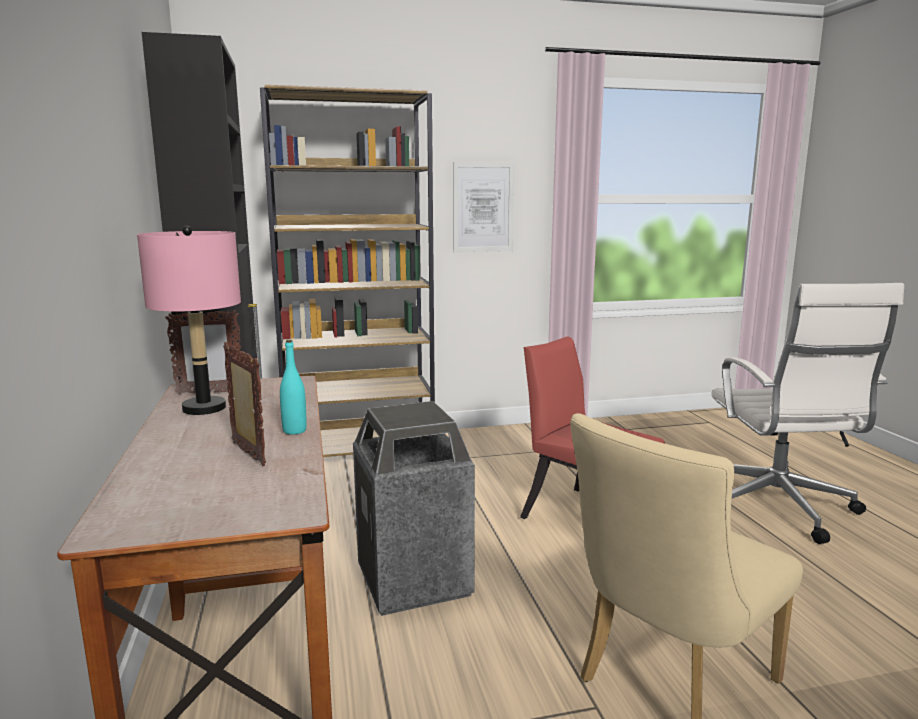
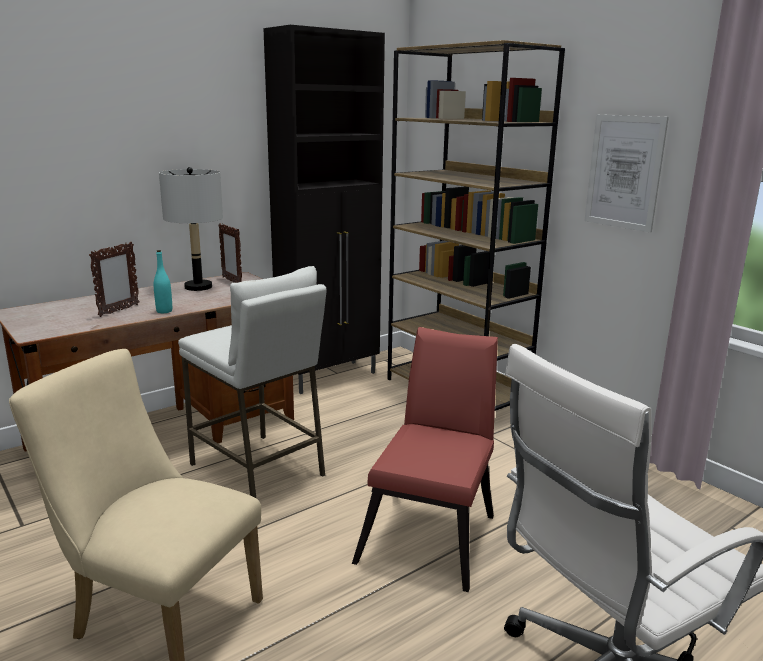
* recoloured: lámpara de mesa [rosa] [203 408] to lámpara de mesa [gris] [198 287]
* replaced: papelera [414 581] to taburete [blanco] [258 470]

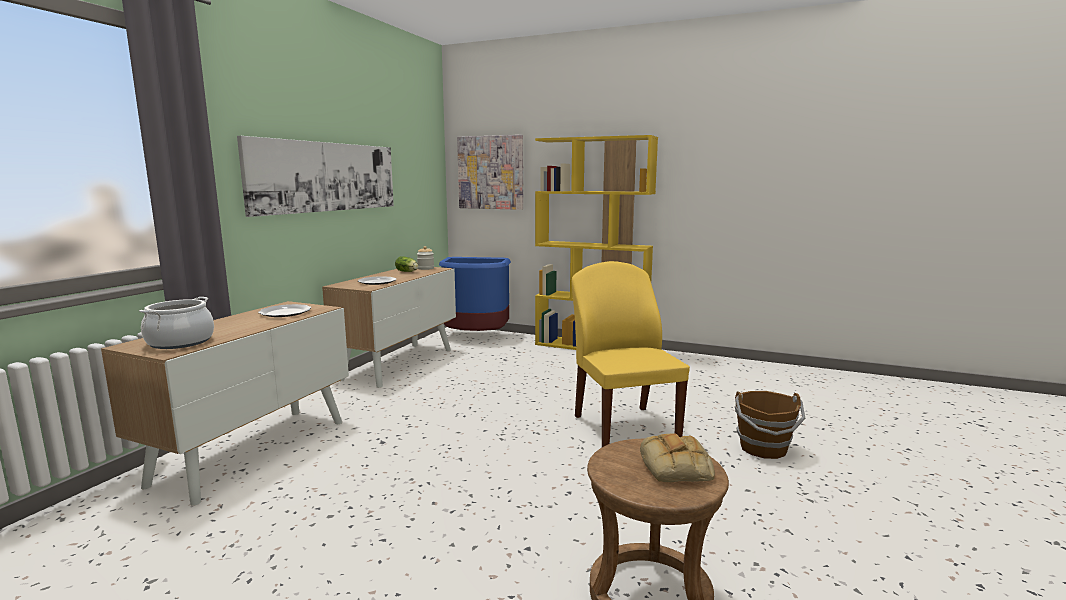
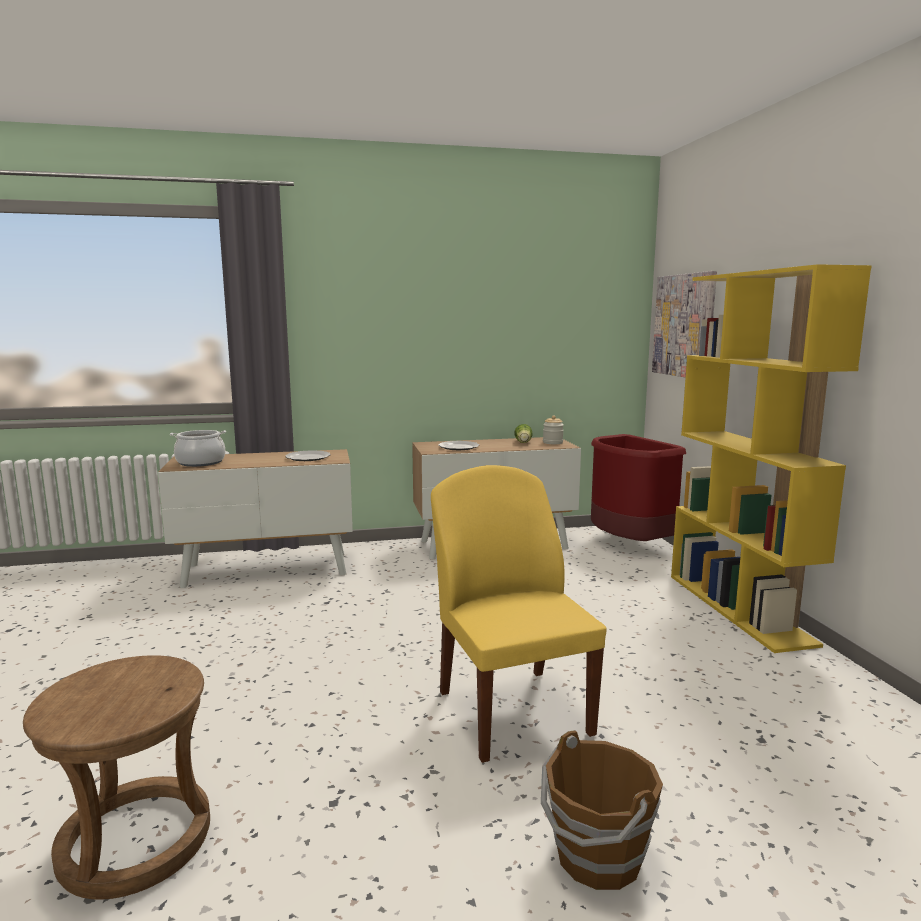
* turned: silla [amarillo] [624 427] = [512 710] 60 degrees counterclockwise
* recoloured: papelera [azul] [476 337] to papelera [rojo] [628 544]
* removed: cuadro [326 177]
* removed: pan [677 467]

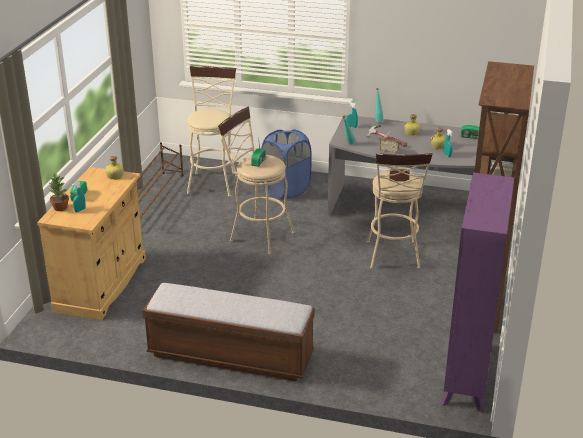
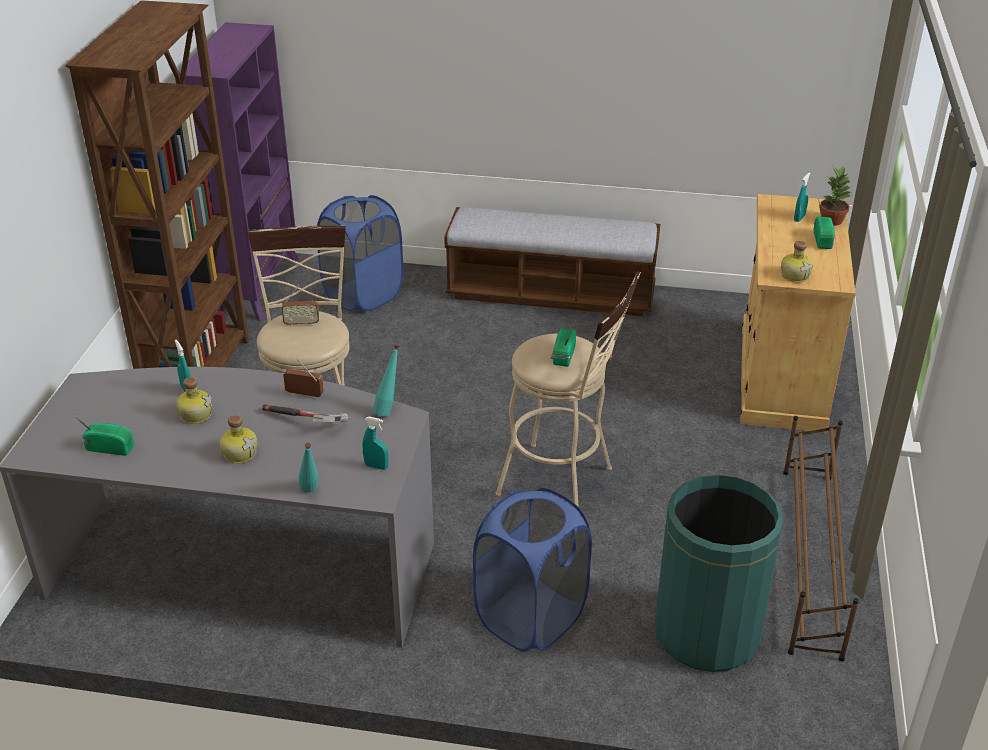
* added: cesto de la ropa [azul] [363 295]
* replaced: taburete [beis] [213 182] to papelera [verde] [707 633]

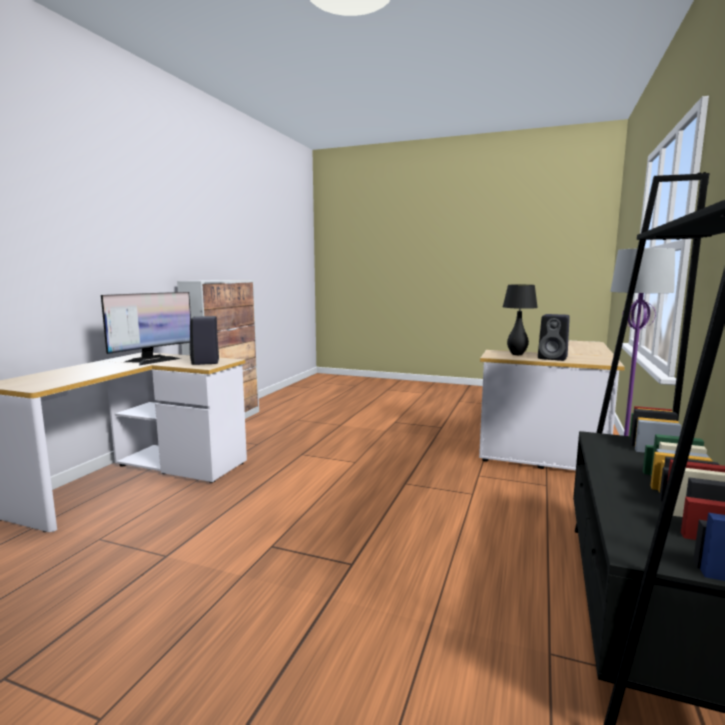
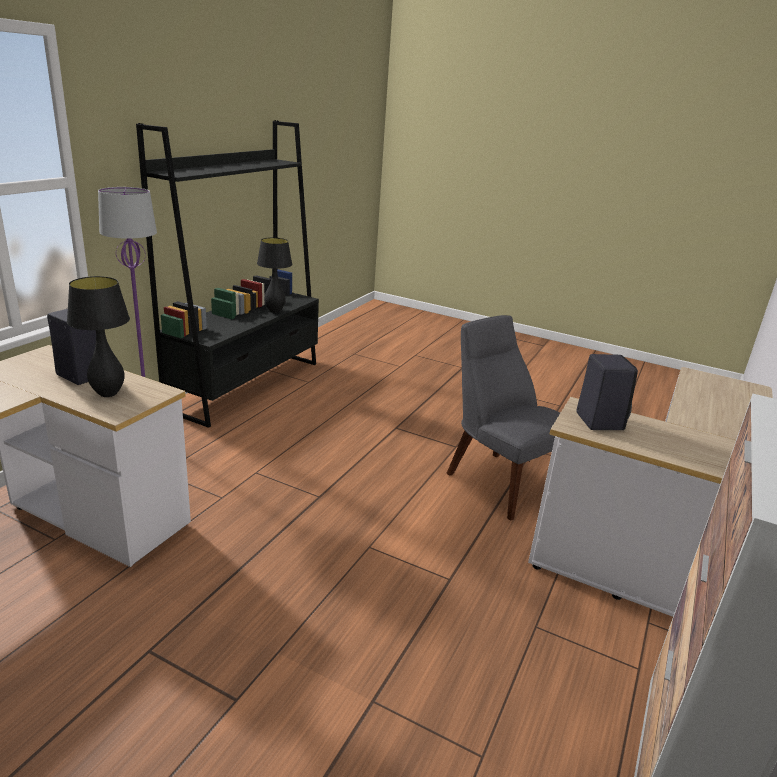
* added: lámpara de mesa [negro] [275 311]
* added: silla [gris] [499 481]
* removed: monitor [152 360]

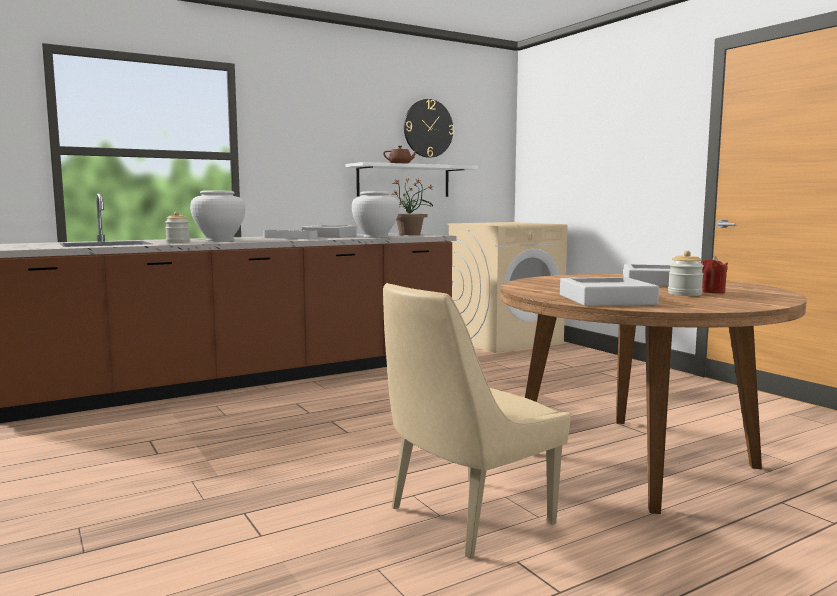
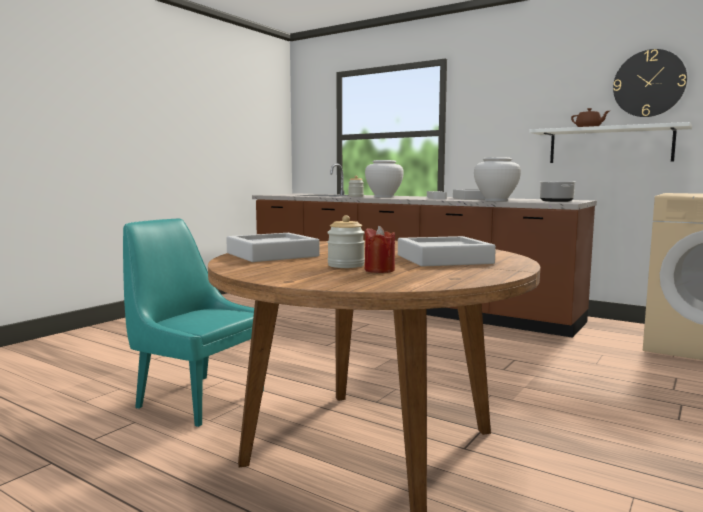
* recoloured: silla [beis] [465 517] to silla [turquesa] [197 398]
* replaced: planta en maceta [410 234] to olla [555 201]

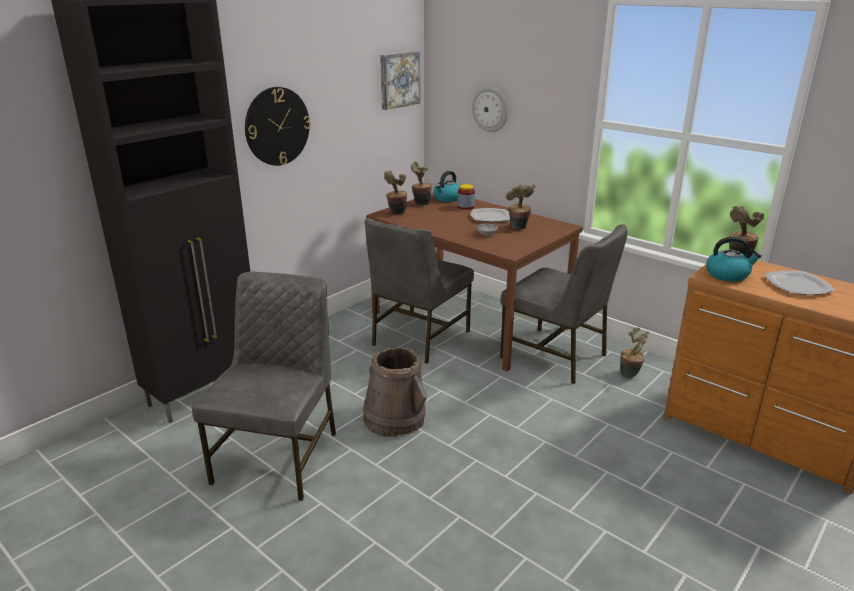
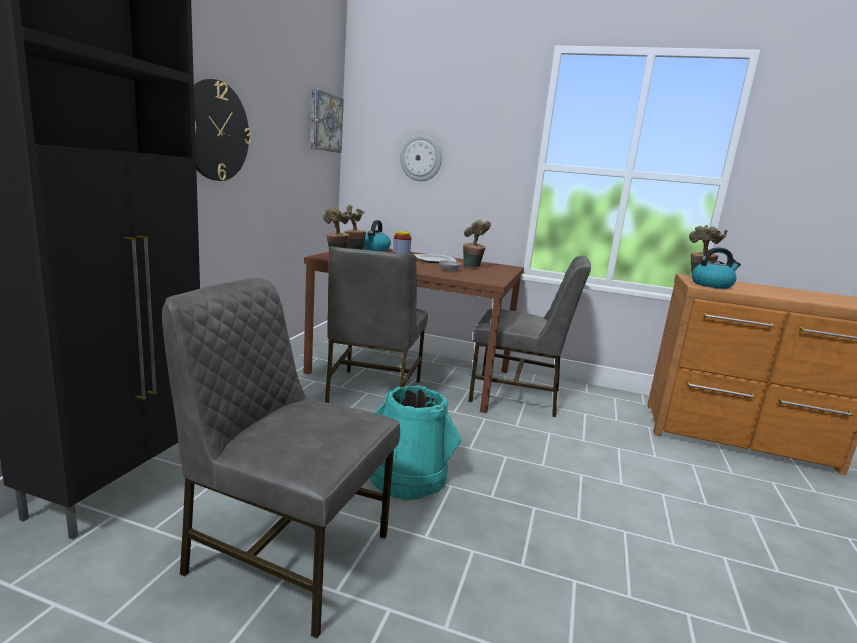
* turned: silla [gris] [279 456] = [286 554] 60 degrees counterclockwise
* recoloured: cubo [marrón] [395 418] to cubo [turquesa] [407 477]
* removed: planta en maceta [631 374]
* removed: plato [797 285]

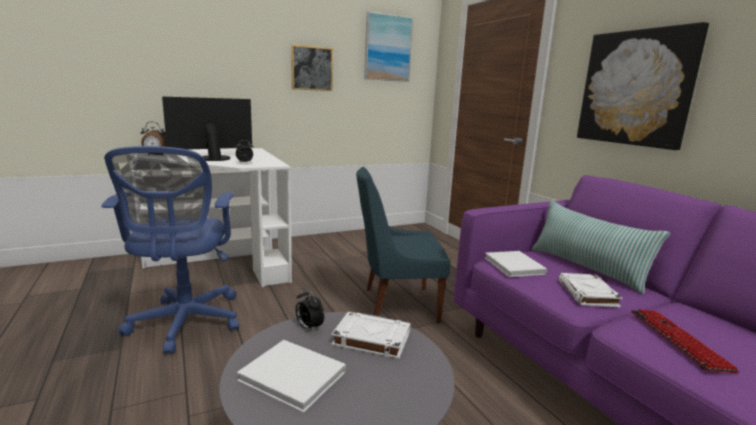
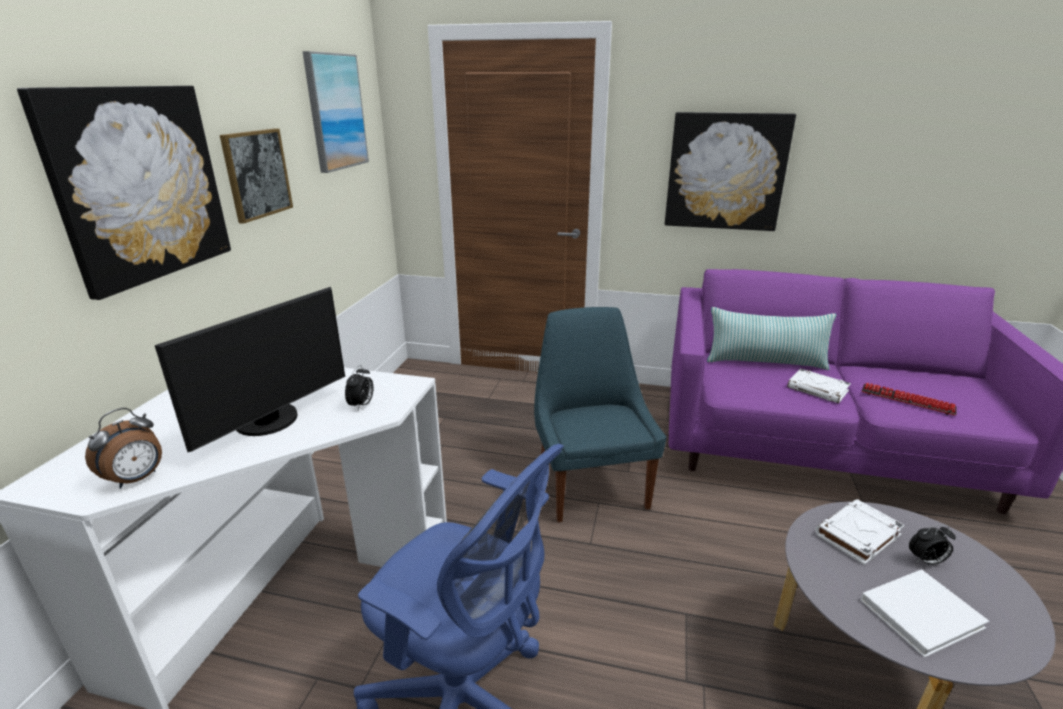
* added: cuadro [139 185]
* turned: monitor [214 158] = [271 421] 150 degrees counterclockwise
* turned: silla [azul] [396 305] = [590 485] 135 degrees clockwise
* moved: despertador [308 327] to [925 561]
* removed: libro [blanco] [515 266]

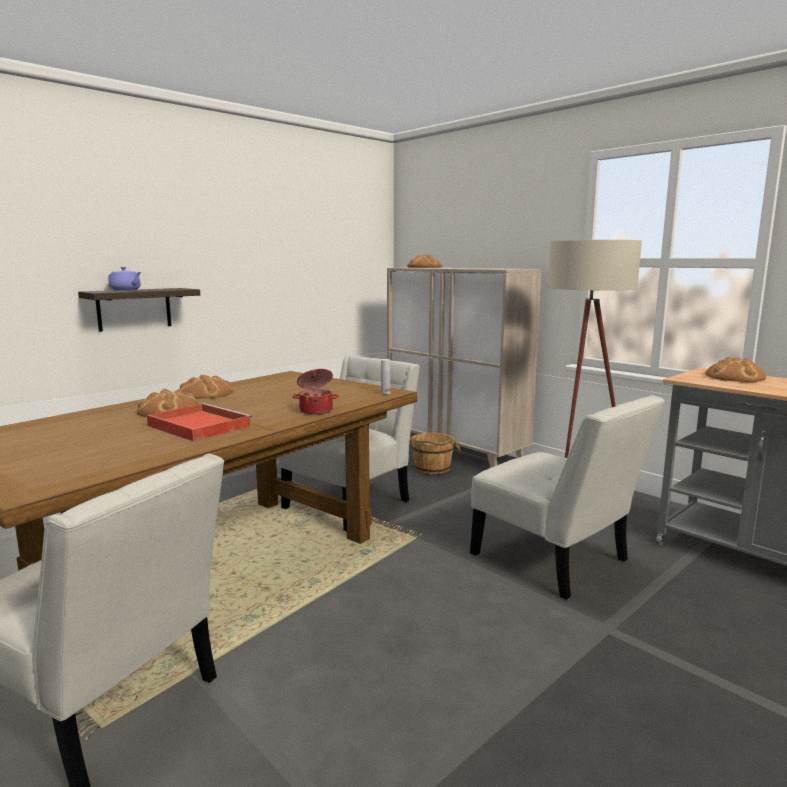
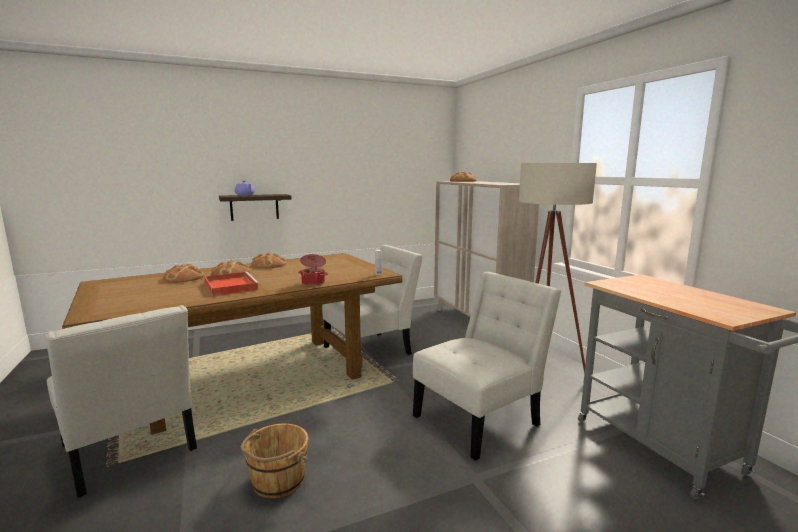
* moved: pan [734 377] to [184 278]
* moved: cubo [marrón] [432 468] to [277 481]
* turned: silla [blanco] [555 561] = [481 418] 105 degrees counterclockwise

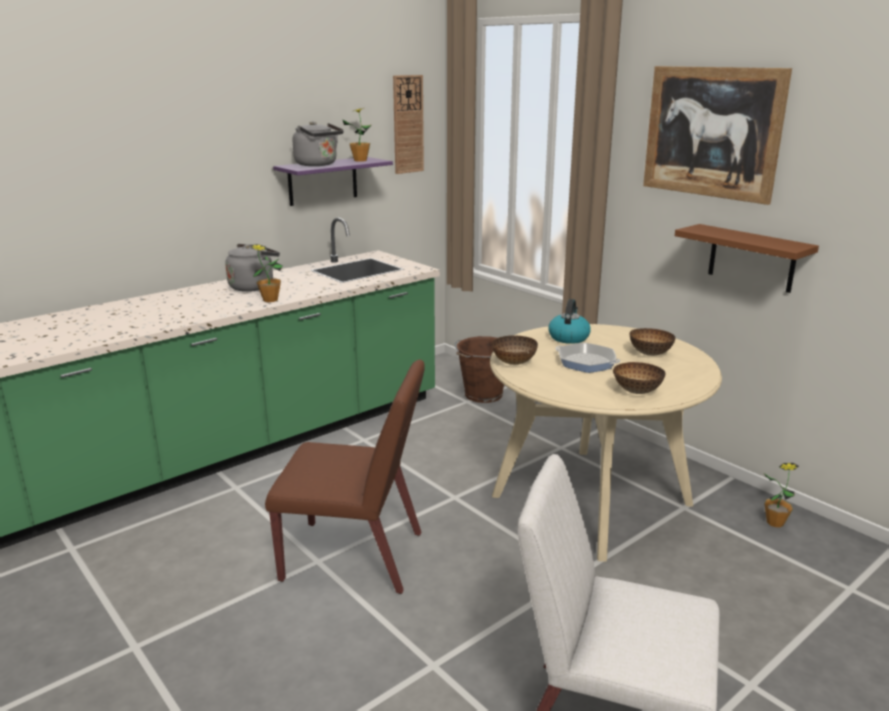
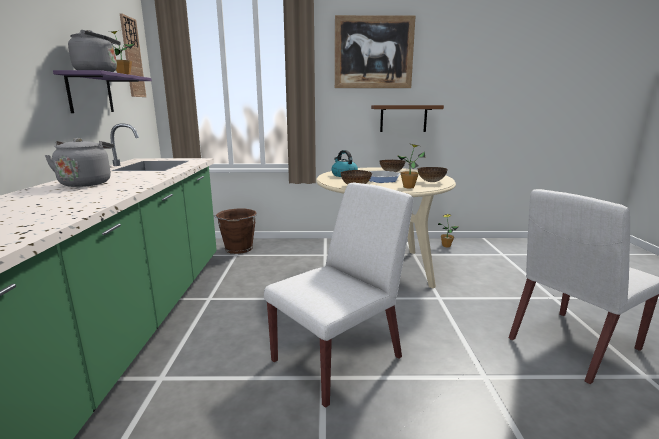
* recoloured: silla [marrón] [355 556] to silla [blanco] [338 358]
* moved: planta en maceta [270 300] to [408 187]

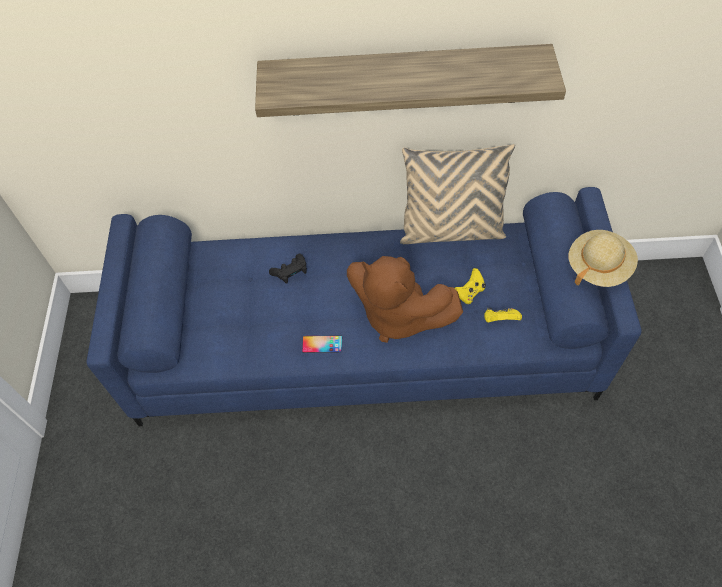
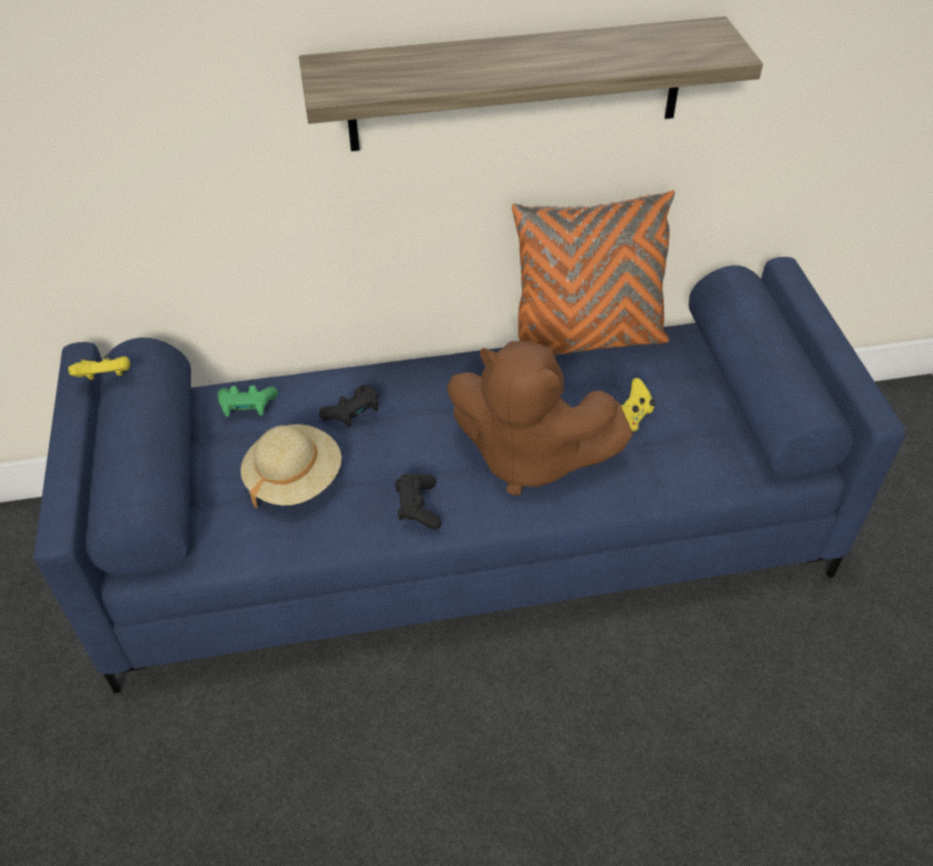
* moved: mando de consola [amarillo] [500 320] to [106 378]
* added: mando de consola [verde] [247 407]
* moved: sombrero [beis] [598 267] to [294 479]
* replaced: móvil [322 344] to mando de consola [negro] [418 507]
* recoloured: cojín [beis] [451 230] to cojín [naranja] [586 339]

